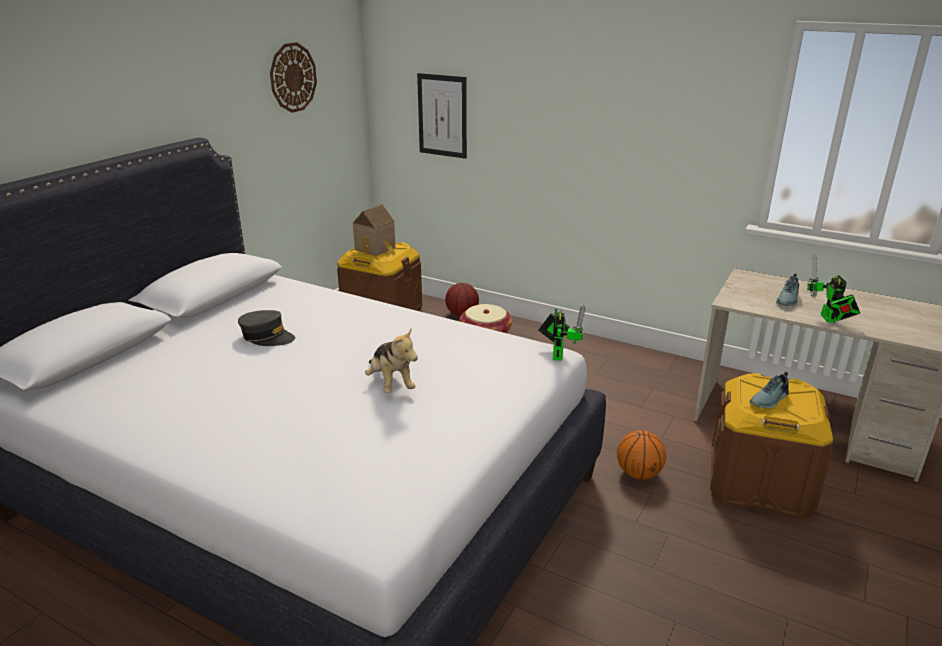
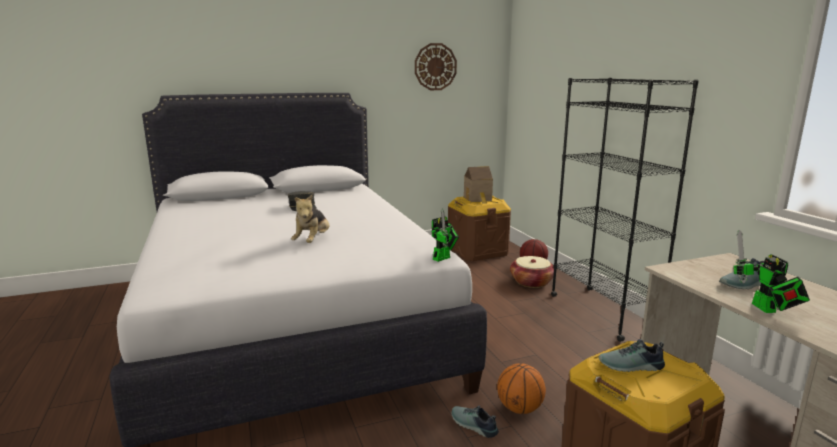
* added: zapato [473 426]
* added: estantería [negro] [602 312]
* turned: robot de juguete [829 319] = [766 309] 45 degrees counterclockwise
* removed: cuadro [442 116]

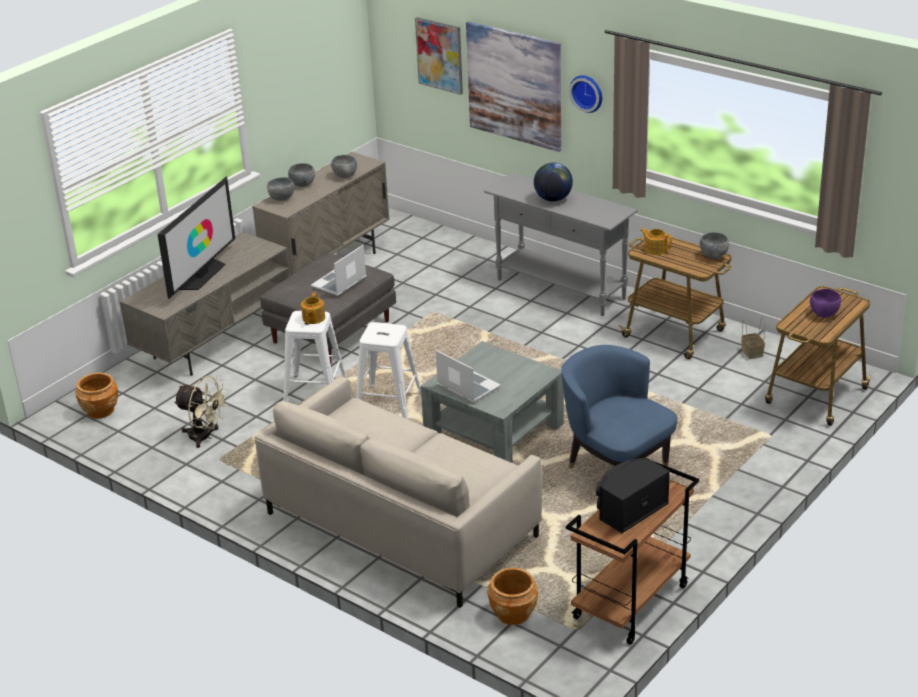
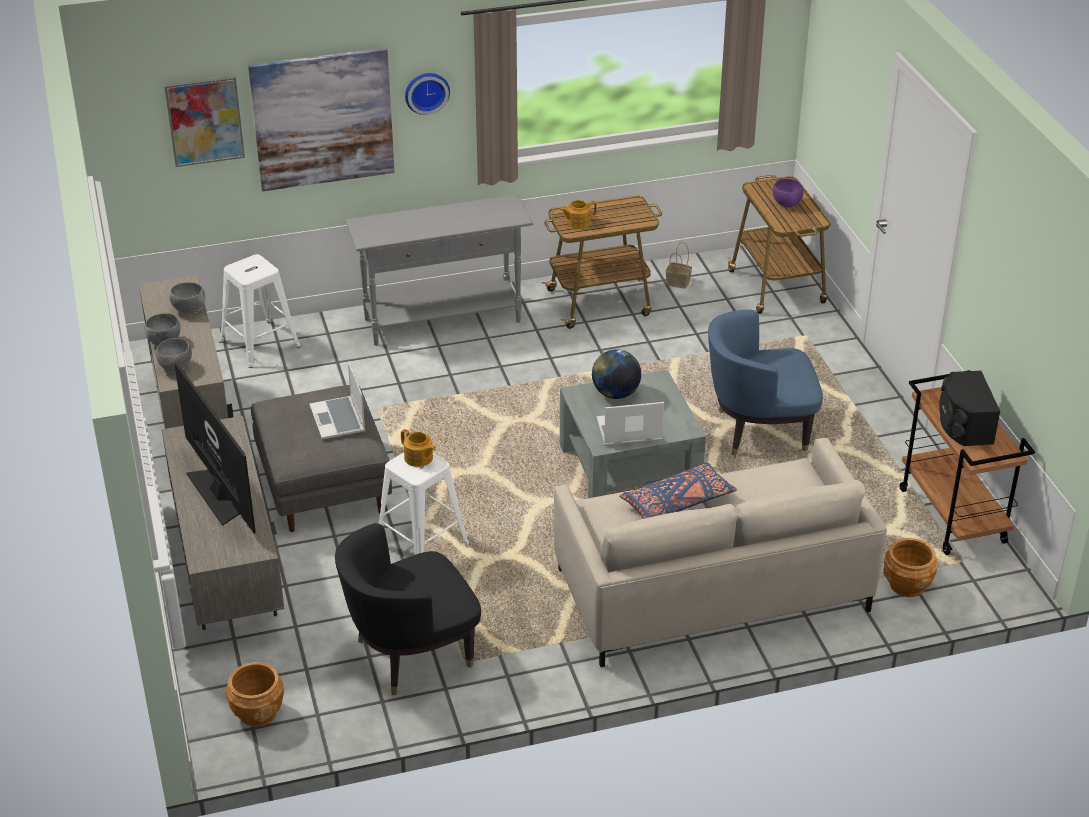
* moved: taburete [blanco] [387 405] to [259 344]
* replaced: ventilador [beis] [205 437] to sillón [negro] [411 654]
* moved: globo terráqueo [553 199] to [615 393]
* added: cojín [azul] [677 503]
* removed: cuenco [gris] [713 255]

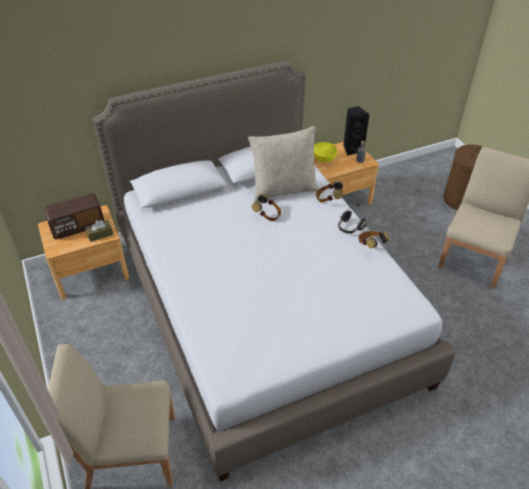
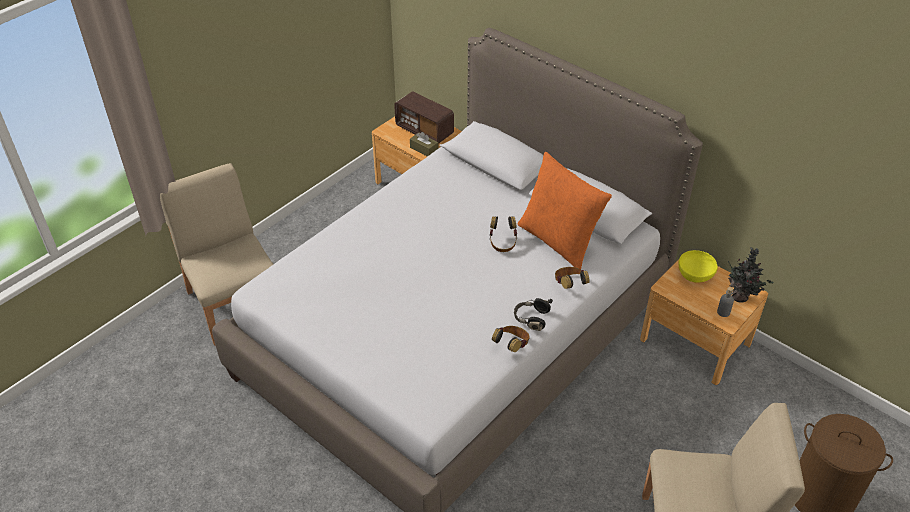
* recoloured: cojín [beis] [283 189] to cojín [naranja] [559 241]
* replaced: altavoz [negro] [352 149] to planta en maceta [741 297]

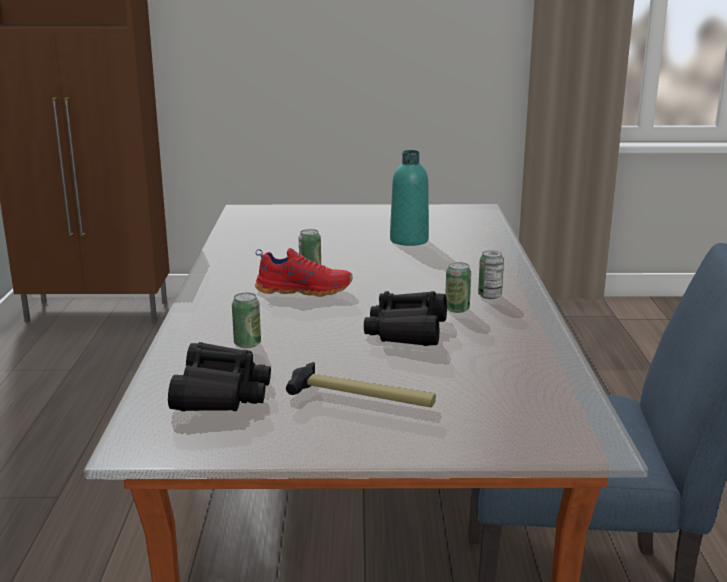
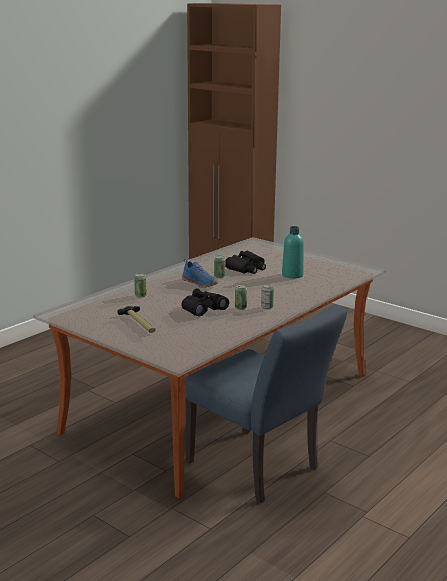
* recoloured: zapato [rojo] [304 290] to zapato [azul] [200 283]
* moved: prismáticos [negro] [221 393] to [247 268]

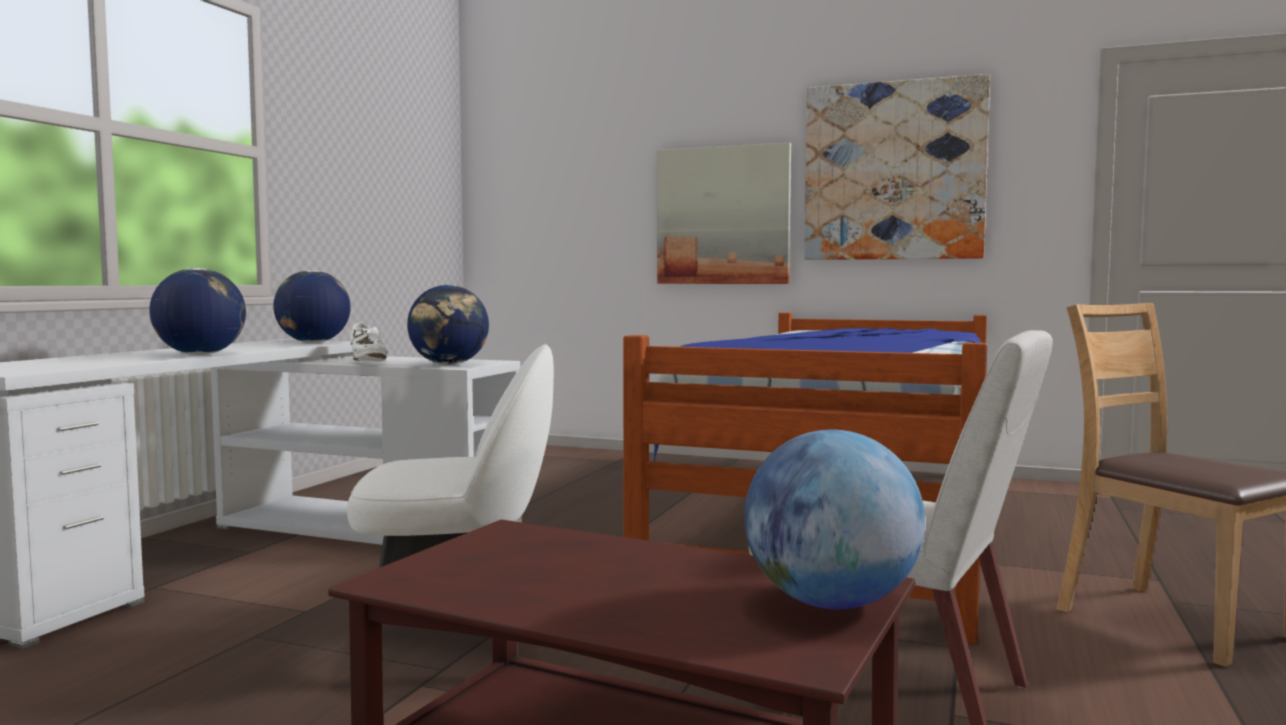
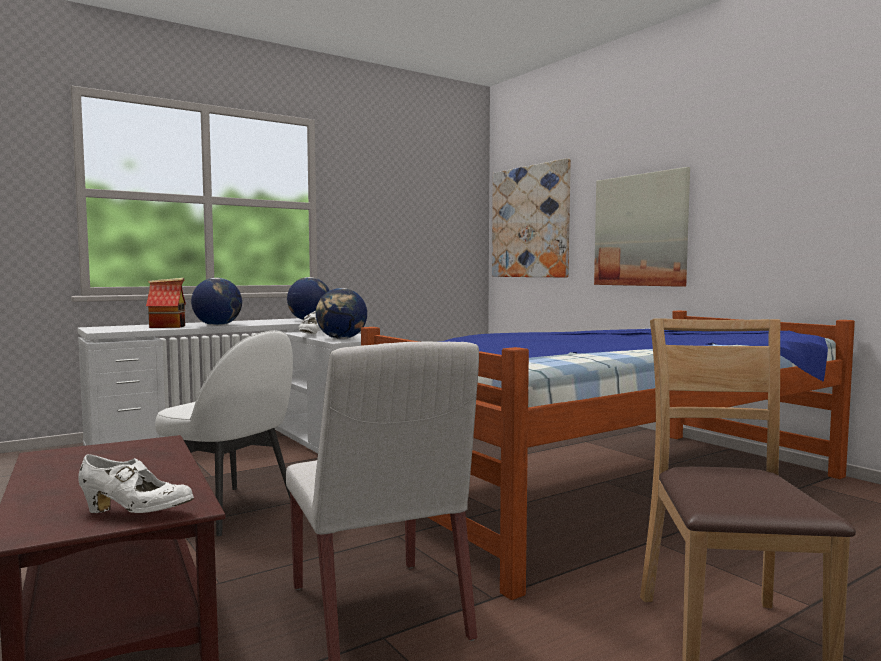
* replaced: globo terráqueo [831 603] to zapato [blanco] [136 513]
* added: casita [168 326]
* moved: cuadro [893 171] to [530 222]

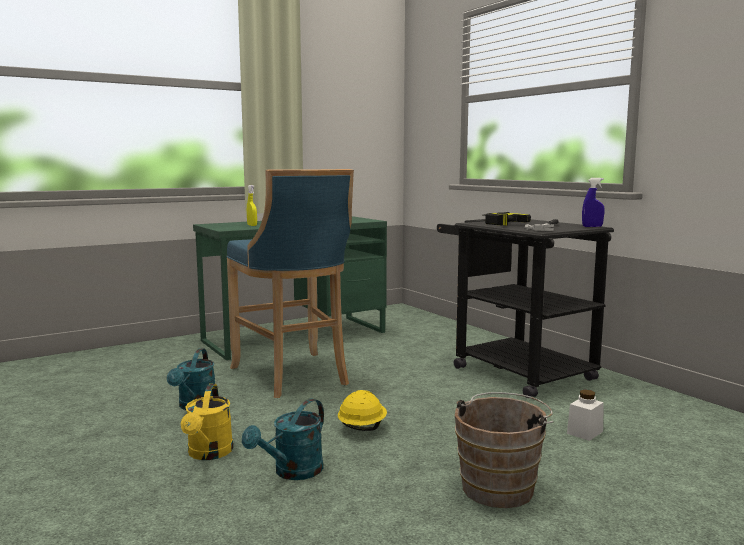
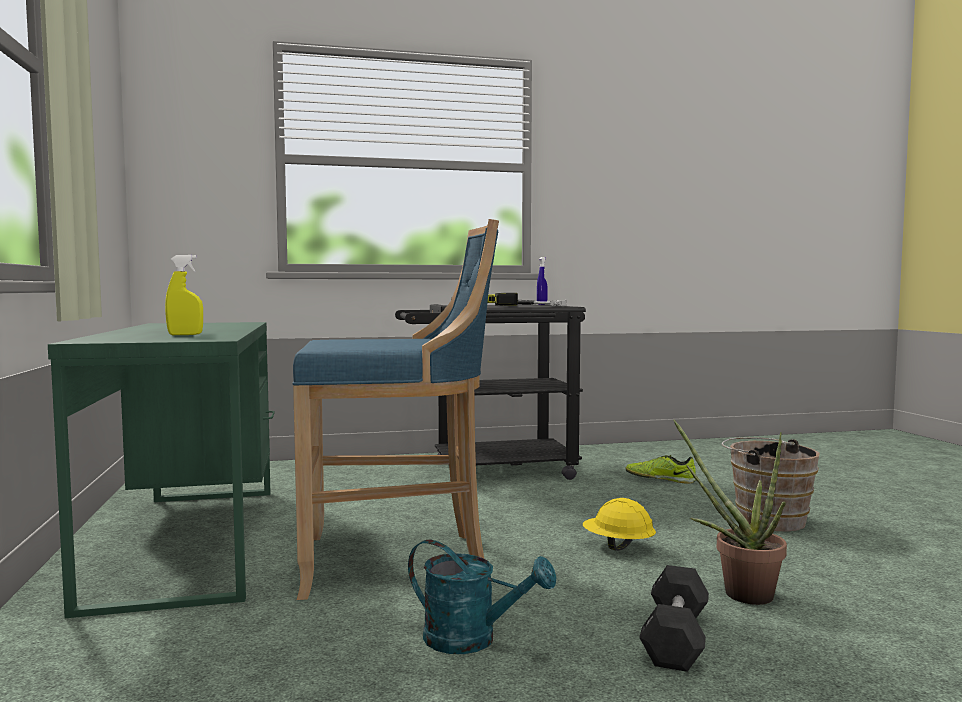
* replaced: tarro [blanco] [585 432] to zapato [660 479]
* replaced: regadera [amarillo] [208 454] to mancuerna [negro] [675 638]
* replaced: regadera [turquesa] [292 472] to planta en maceta [737 592]

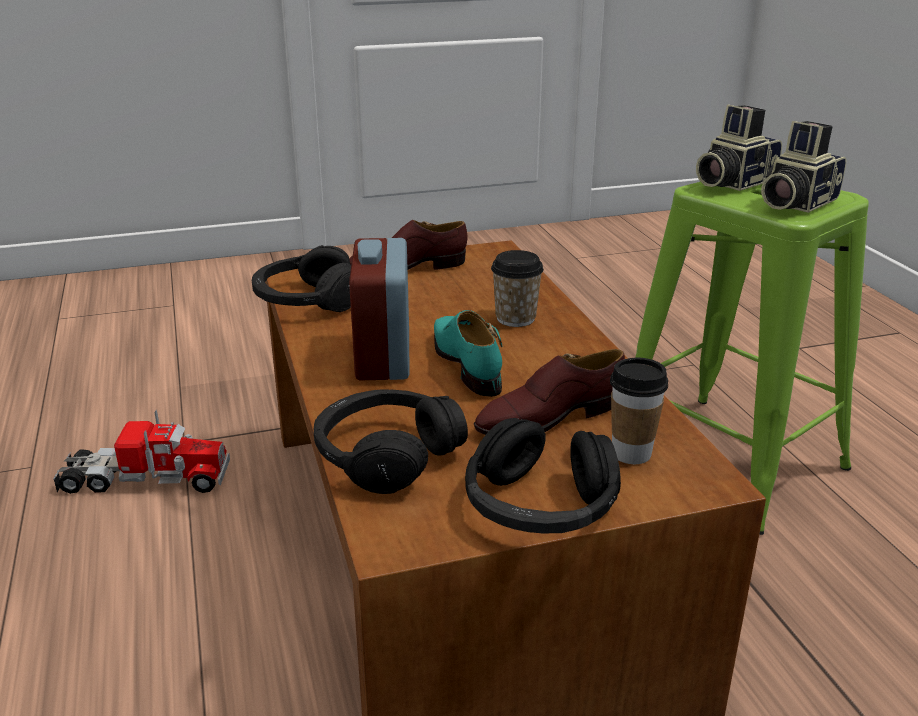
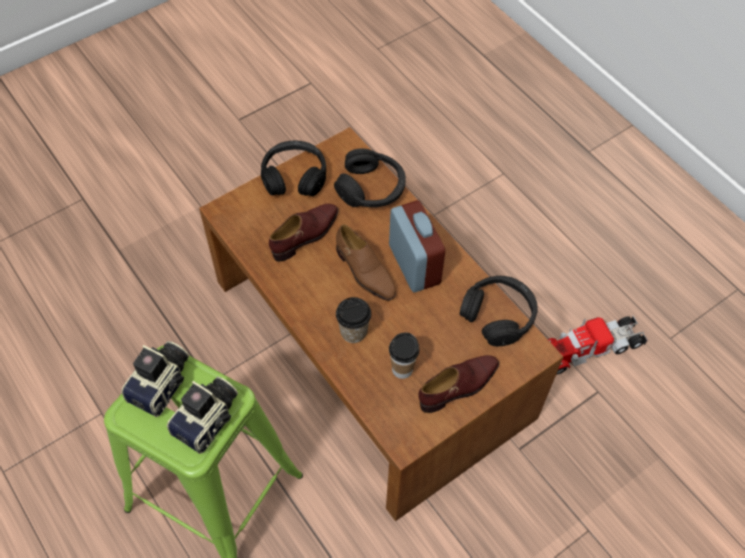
* recoloured: zapato [turquesa] [467 363] to zapato [marrón] [364 272]
* moved: taza [631 453] to [402 369]

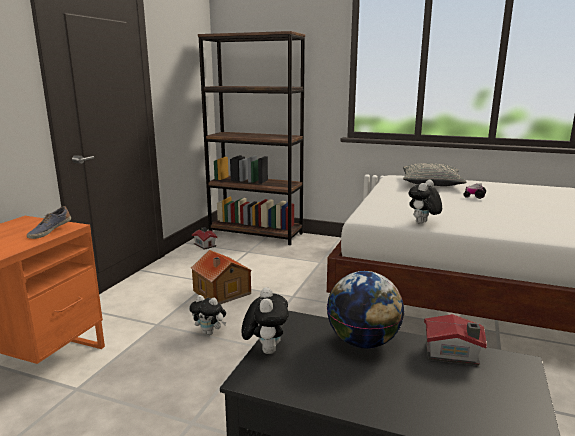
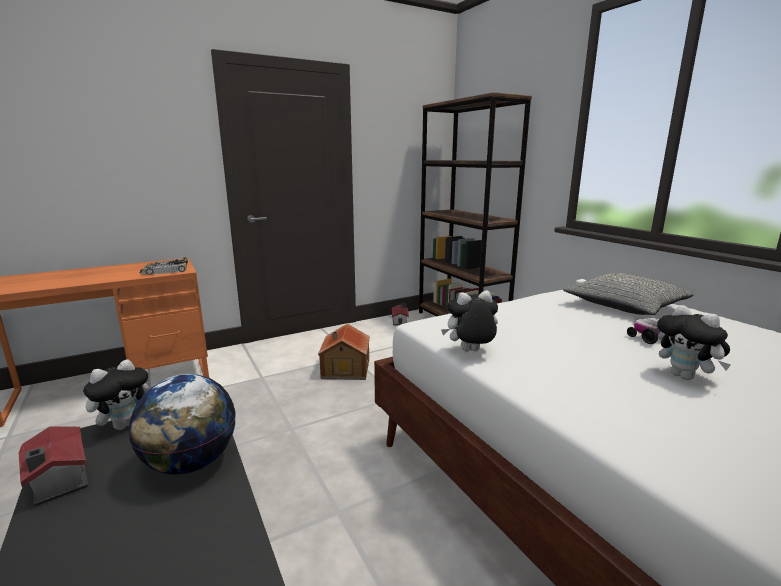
* moved: casita [453 354] to [58 481]
* replaced: zapato [49 231] to coche de juguete [164 271]
* moved: peluche [210 332] to [685 377]

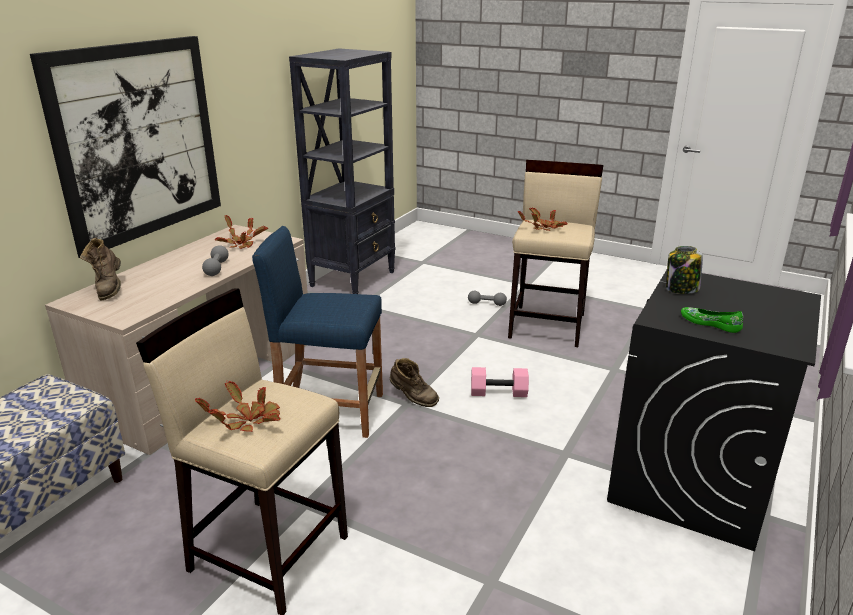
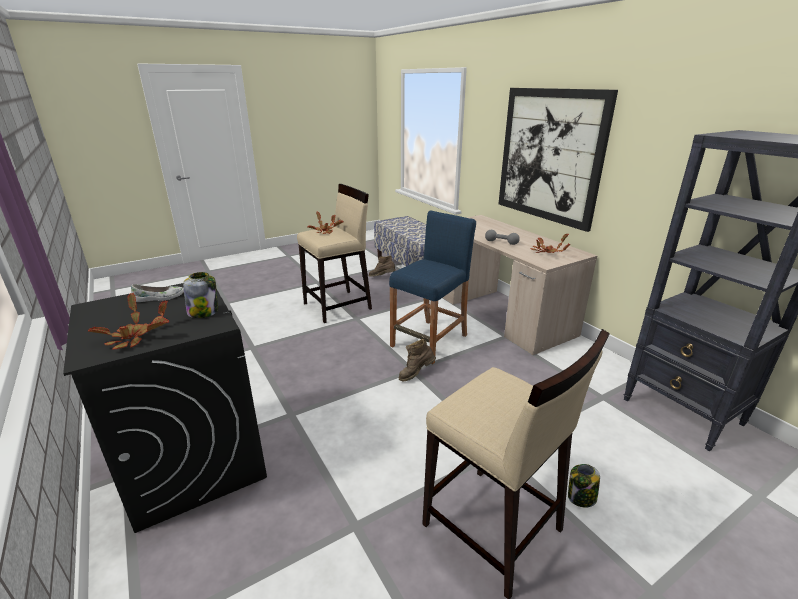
* moved: planta en maceta [544 228] to [135 337]
* recoloured: zapato [verde] [710 323] to zapato [blanco] [159 298]
* moved: bota [marrón] [109 289] to [382 278]
* replaced: mancuerna [gris] [486 304] to tarro [581 498]
* removed: mancuerna [rosa] [499 392]

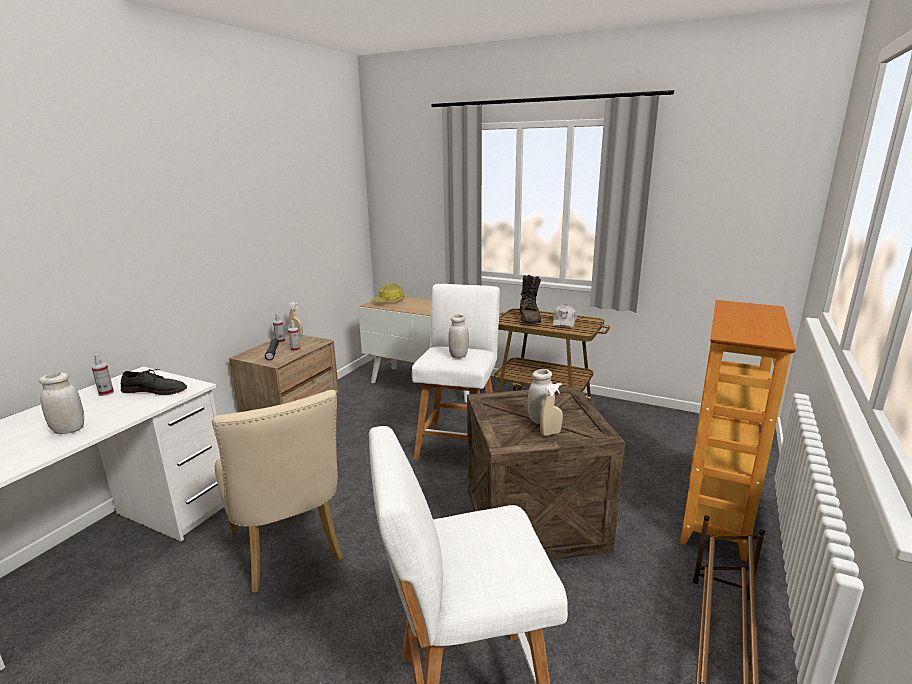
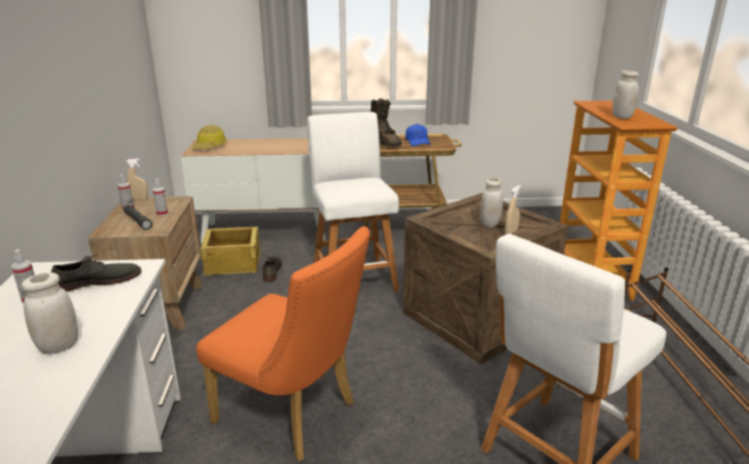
* recoloured: silla [beis] [289 551] to silla [naranja] [294 416]
* added: caja de embalaje [232 263]
* added: zapato [gris] [271 270]
* recoloured: gorra [blanco] [564 322] to gorra [azul] [417 141]
* moved: tarro [blanco] [458 356] to [622 117]

